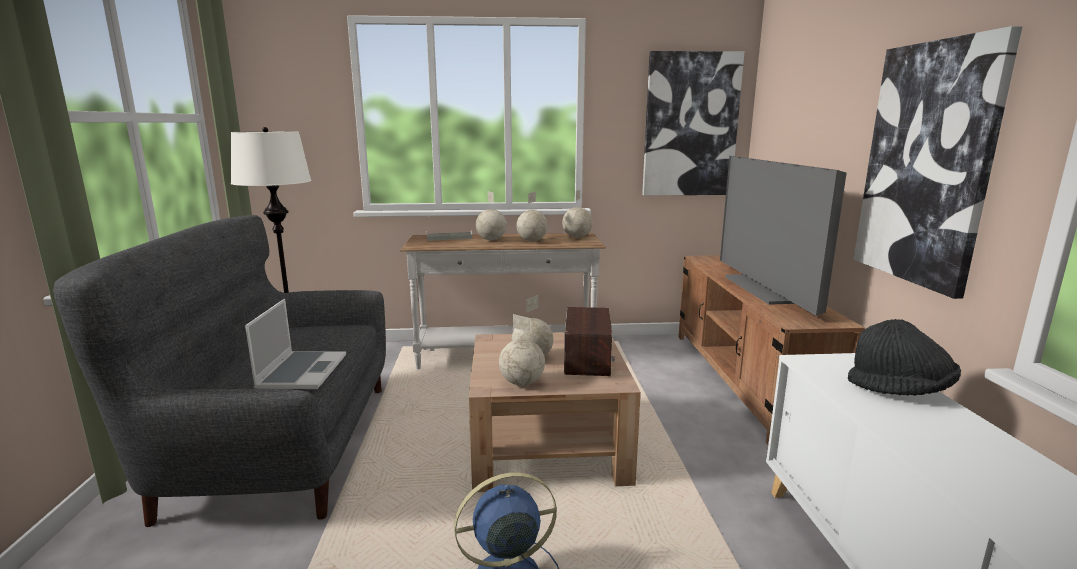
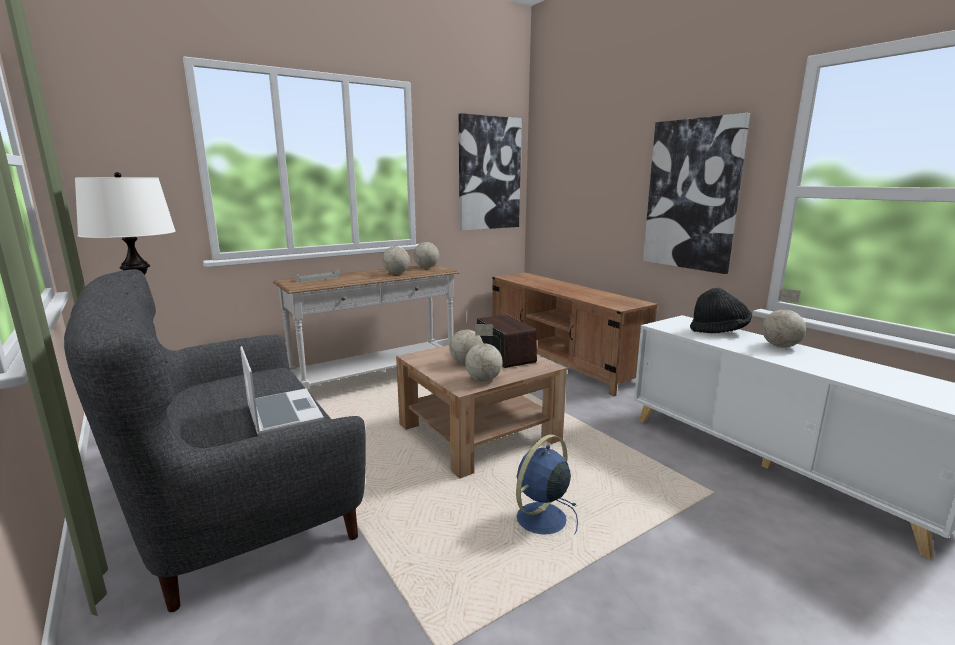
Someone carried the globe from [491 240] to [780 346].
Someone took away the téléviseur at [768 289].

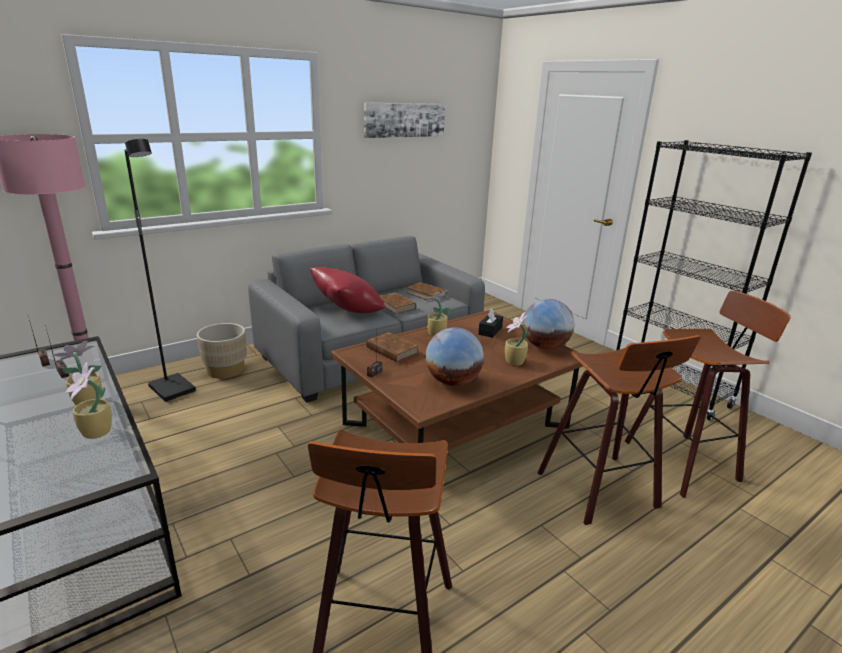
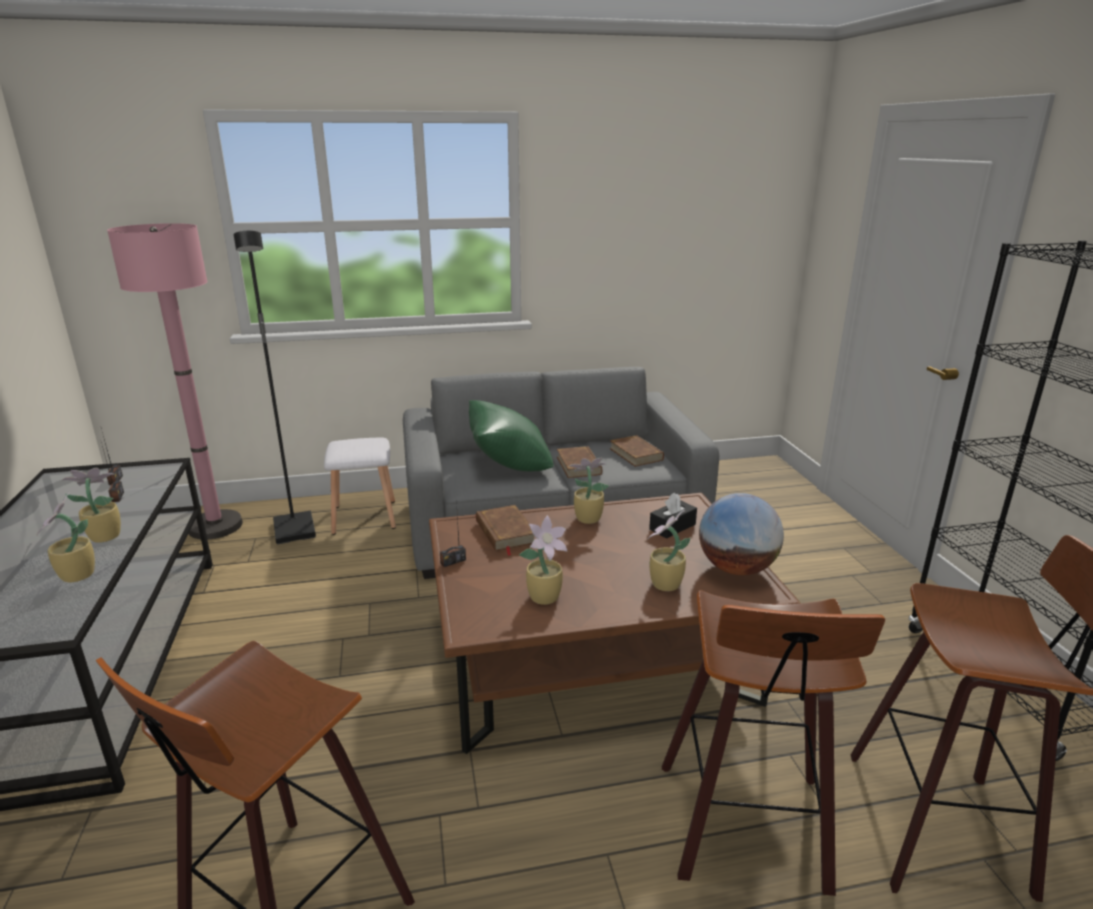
Someone swapped the cache-pot (beige) at [226 370] for the tabouret (blanc) at [366 516].
Someone repainted the coussin (rouge) at [347 312], which became the coussin (vert) at [509 465].
Someone took away the tableau at [404 120].
Someone swapped the globe at [452 381] for the plante en pot at [546 597].

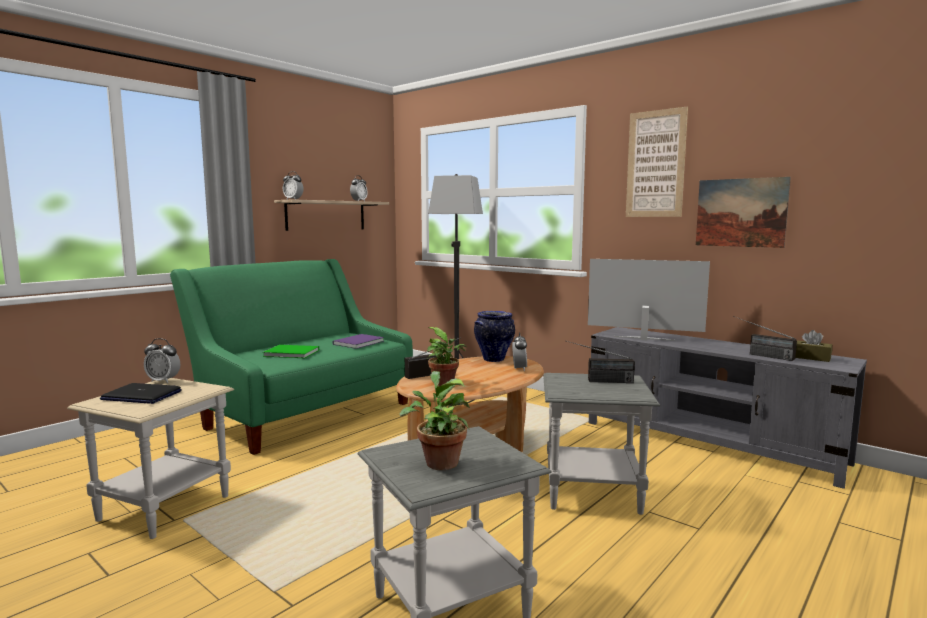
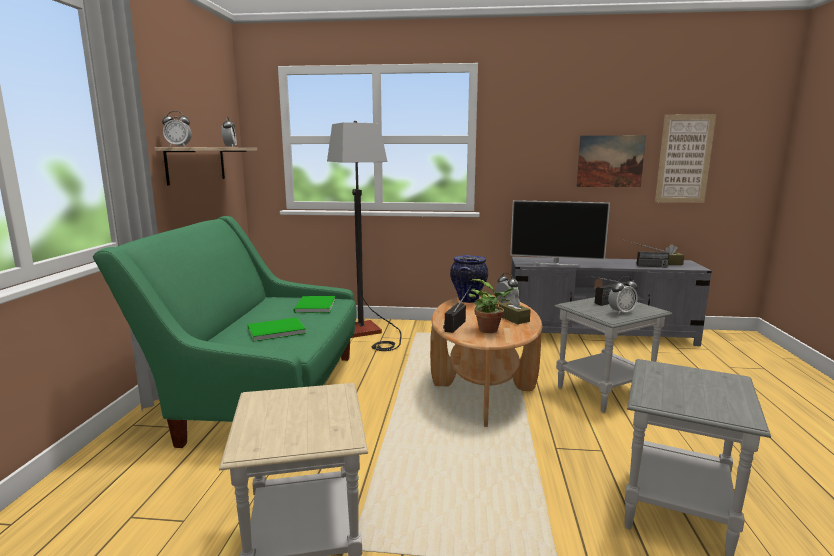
Someone took away the ordinateur portable at [141 395].
Someone carried the réveil from [163 381] to [621 312].
Someone repainted the livre (violet) at [356 343], which became the livre (vert) at [314 306].
Someone took away the plante en pot at [439 462].
Someone rotated the téléviseur at [644 339] by 150 degrees counterclockwise.
Someone carried the tableau from [655 164] to [684 159].
Someone put down the boîte à mouchoirs (marron) at [513 319].

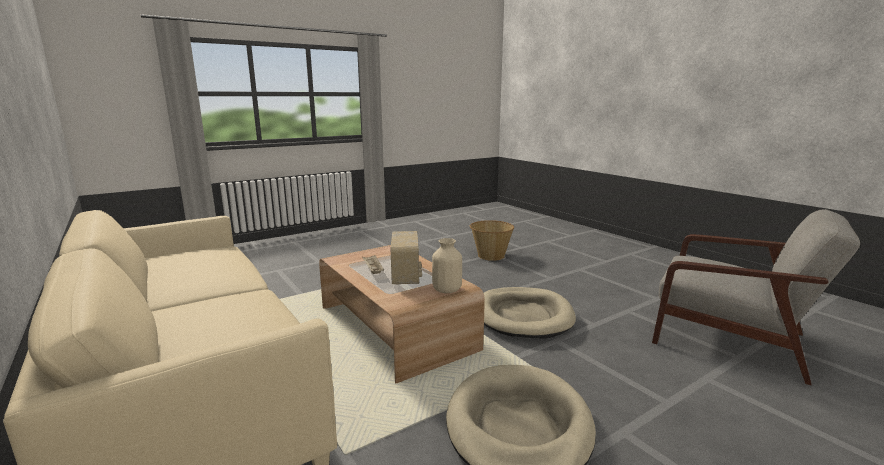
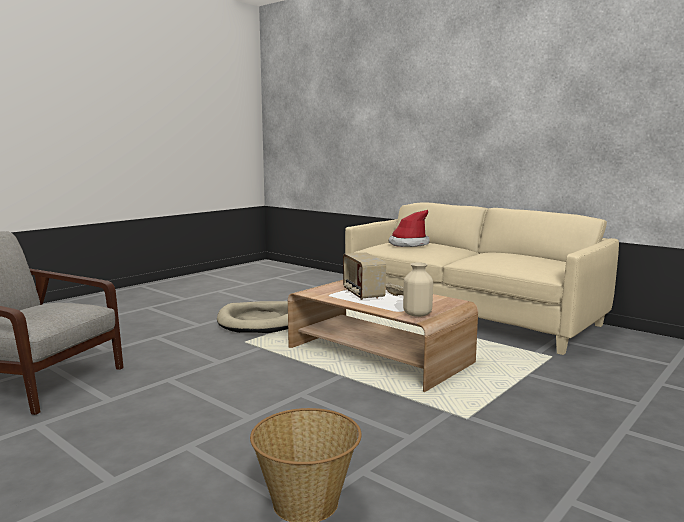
Someone carried the vase (beige) from [447 290] to [417 314].
Someone took away the panier pour chien (beige) at [523 316].
Someone put down the chapeau at [408 244].

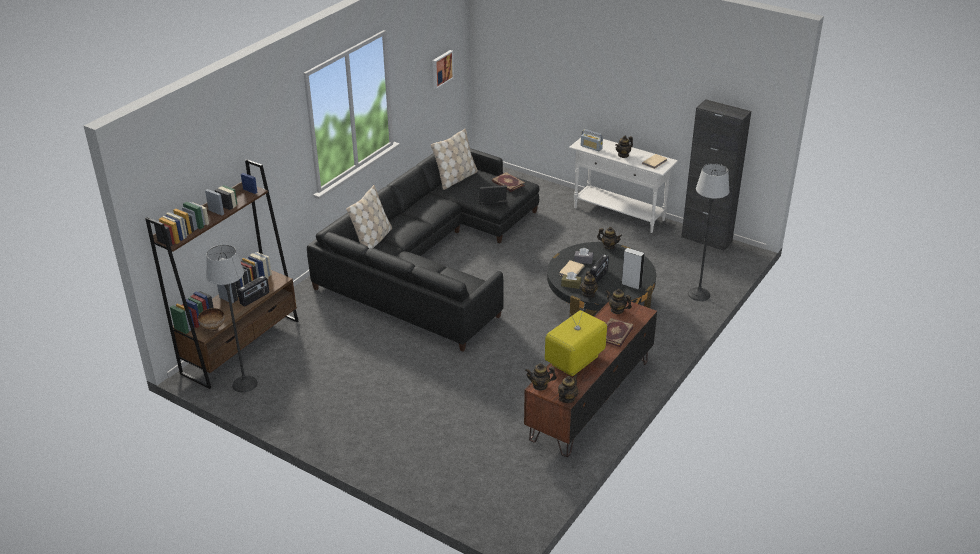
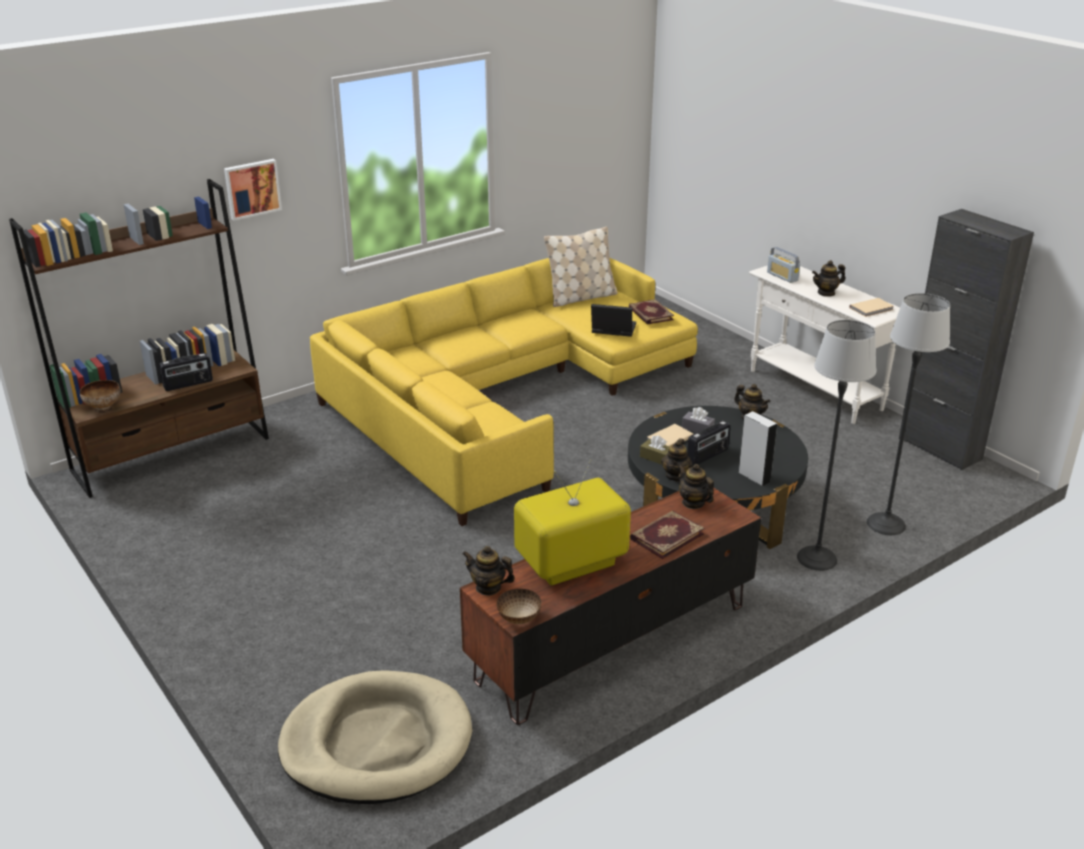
Someone carried the lampadaire from [244 384] to [816 558].
Someone repainted the canapé (noir) at [431 257], which became the canapé (jaune) at [503 395].
Someone took away the coussin (beige) at [372 240].
Someone carried the tableau from [441 68] to [252 188].
Someone swapped the théière at [567 398] for the bol at [518 618].
Someone put down the panier pour chien (beige) at [377 743].

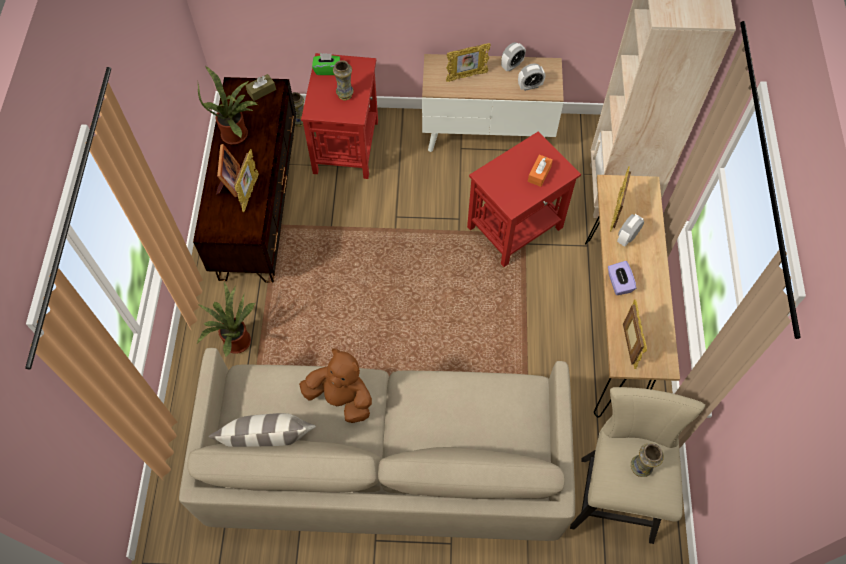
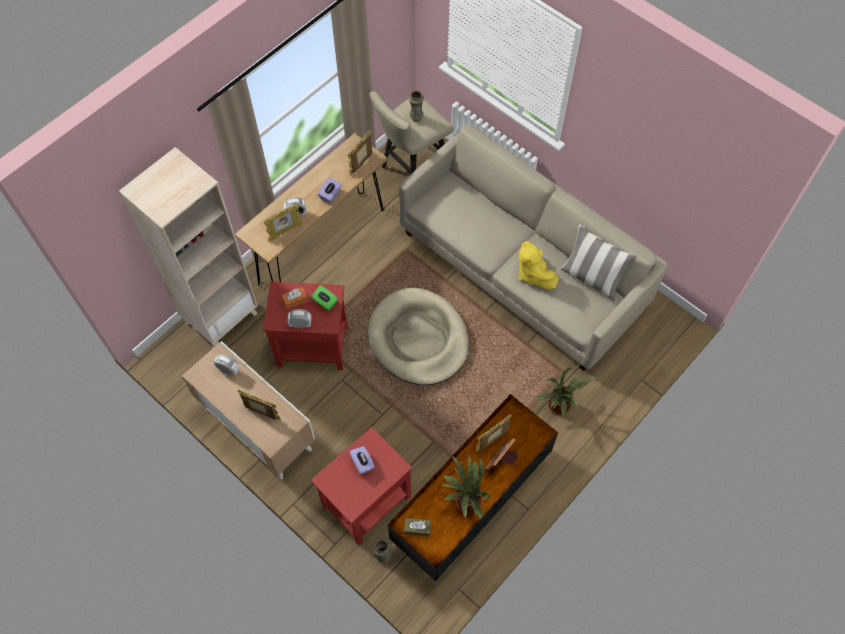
Someone repainted the peluche (marron) at [341 398], which became the peluche (jaune) at [533 274].
Someone carried the boîte à mouchoirs (vert) from [327 70] to [325 302].
Someone swapped the vase at [345 94] for the boîte à mouchoirs (violet) at [362 463].
Someone carried the réveil from [512 65] to [300 324].
Someone put down the panier pour chien (beige) at [418 339].

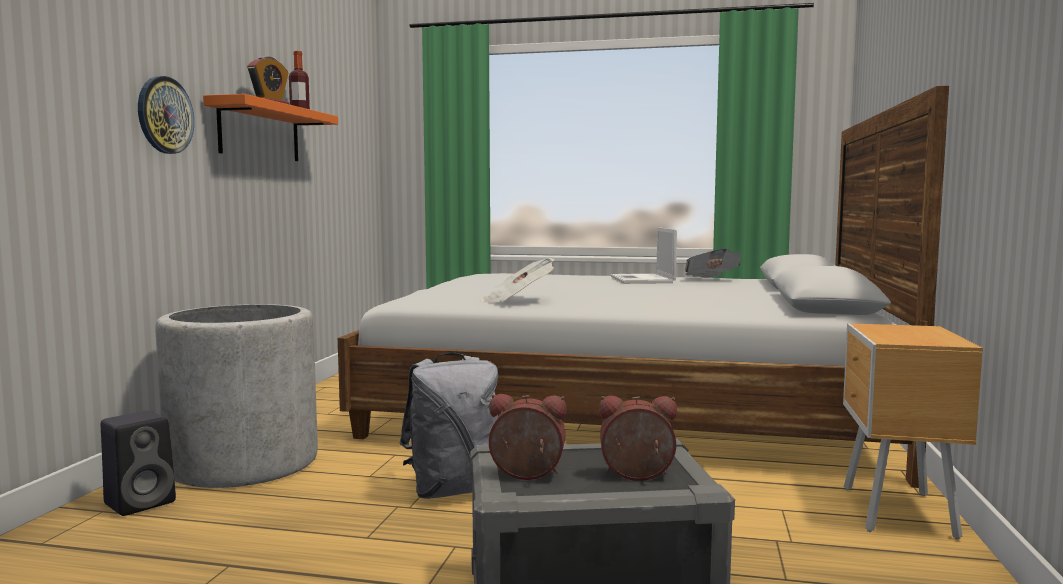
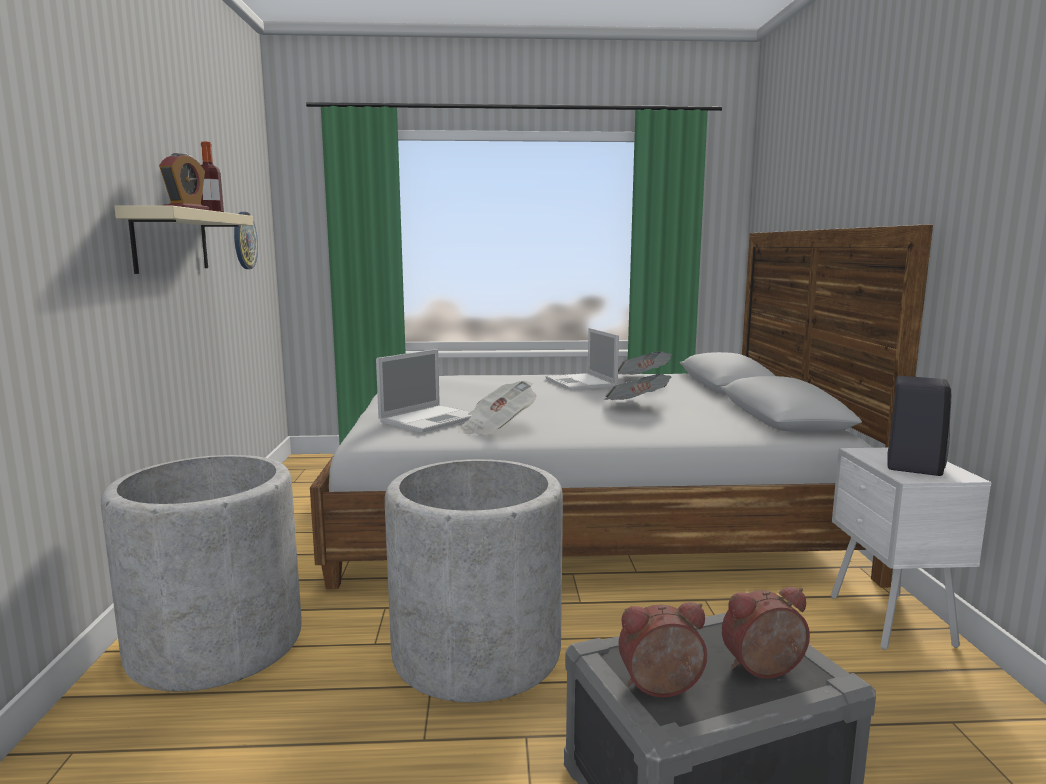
Someone carried the enceinte (noir) from [142 502] to [913 466].
Someone carried the horloge murale from [164 115] to [244 240].
Someone repainted the étagère (orange) at [260 132], which became the étagère (beige) at [171 241].
Someone swapped the sac à dos (gris) at [453 490] for the cache-pot (gris) at [477 652].
Someone repainted the table de chevet (marron) at [896 513], which became the table de chevet (blanc) at [890 622].
Someone put down the ordinateur portable at [431 419].
Someone put down the journal at [636 406].

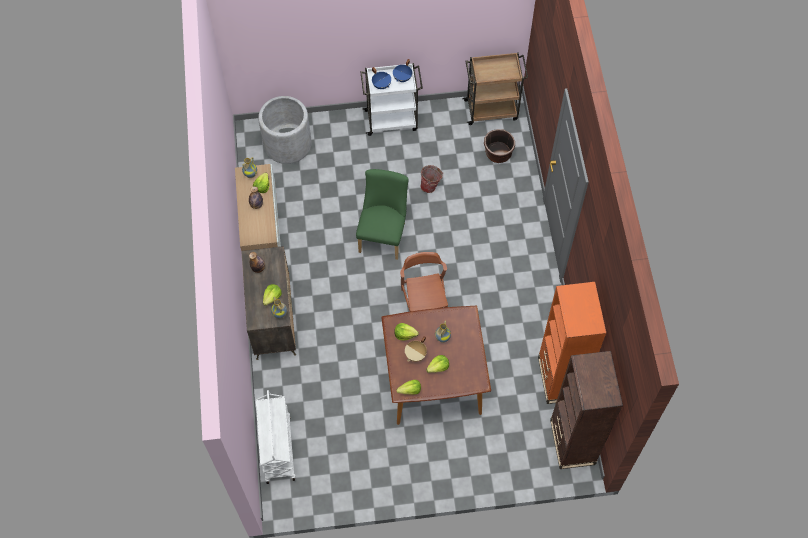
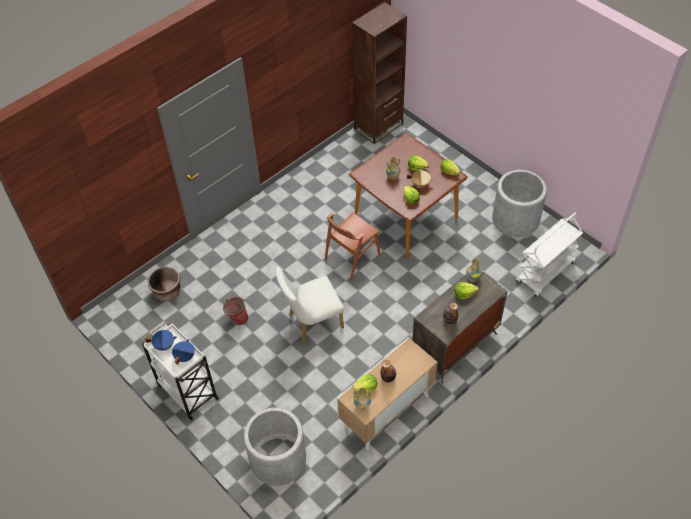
Someone repainted the chaise (vert) at [383 234], which became the chaise (blanc) at [311 322].
Someone took away the chariot (marron) at [492 110].
Someone took away the bibliothèque (orange) at [559 378].
Someone put down the cache-pot (gris) at [515 220].

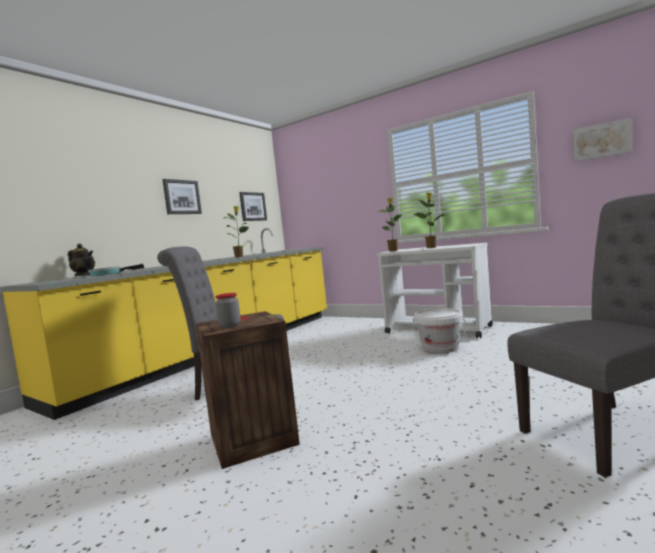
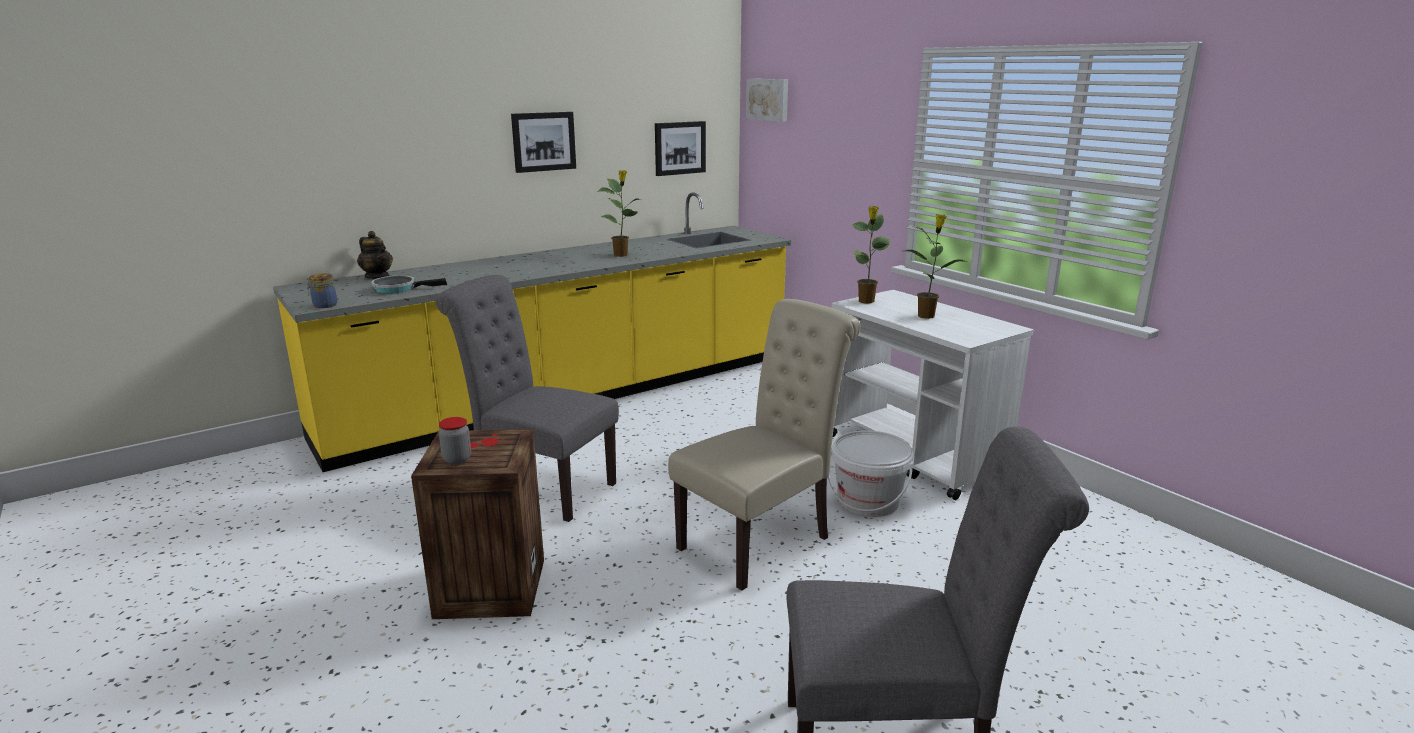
Someone carried the tableau from [601 141] to [768 99].
Someone put down the bocal at [324 305].
Someone put down the chaise (beige) at [762 540].

